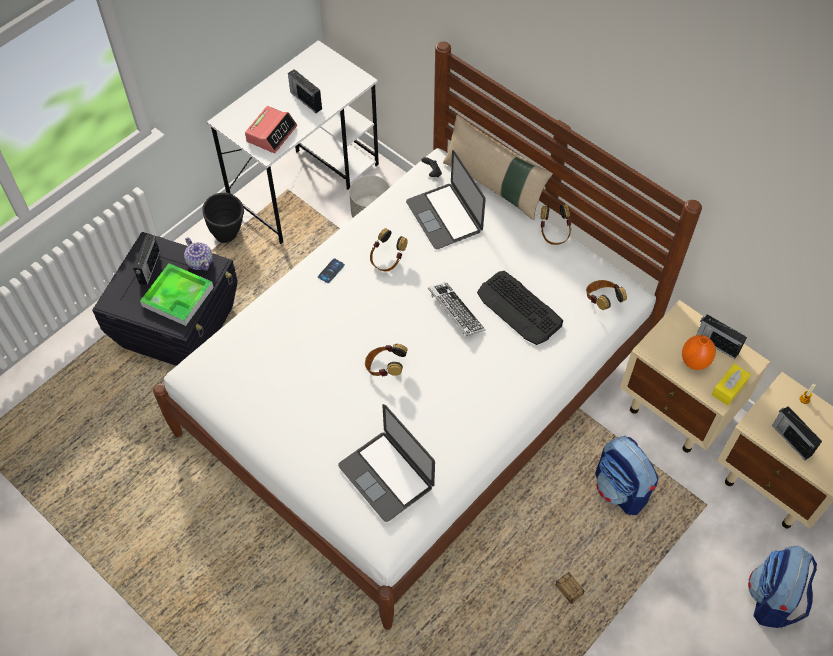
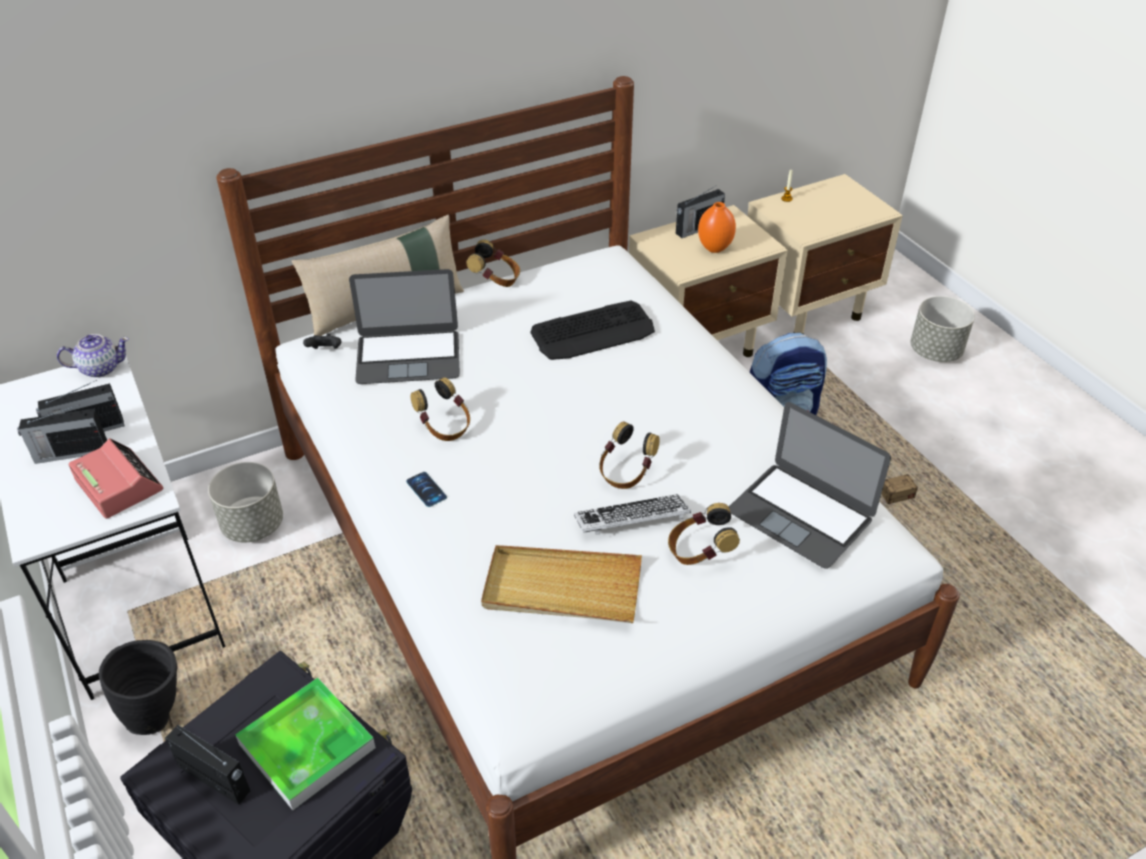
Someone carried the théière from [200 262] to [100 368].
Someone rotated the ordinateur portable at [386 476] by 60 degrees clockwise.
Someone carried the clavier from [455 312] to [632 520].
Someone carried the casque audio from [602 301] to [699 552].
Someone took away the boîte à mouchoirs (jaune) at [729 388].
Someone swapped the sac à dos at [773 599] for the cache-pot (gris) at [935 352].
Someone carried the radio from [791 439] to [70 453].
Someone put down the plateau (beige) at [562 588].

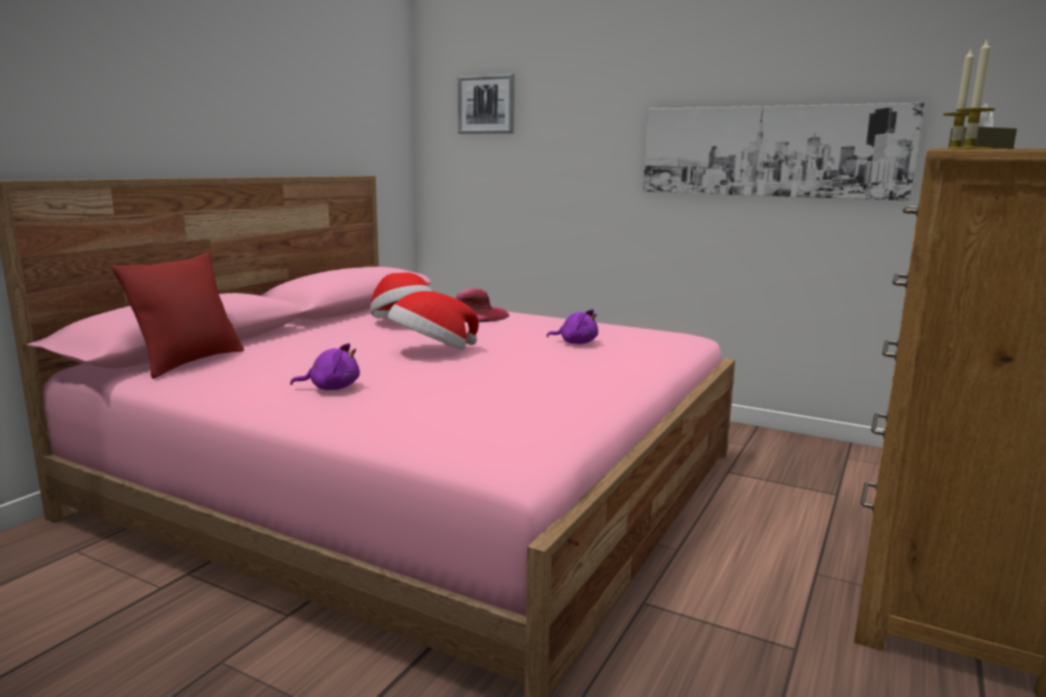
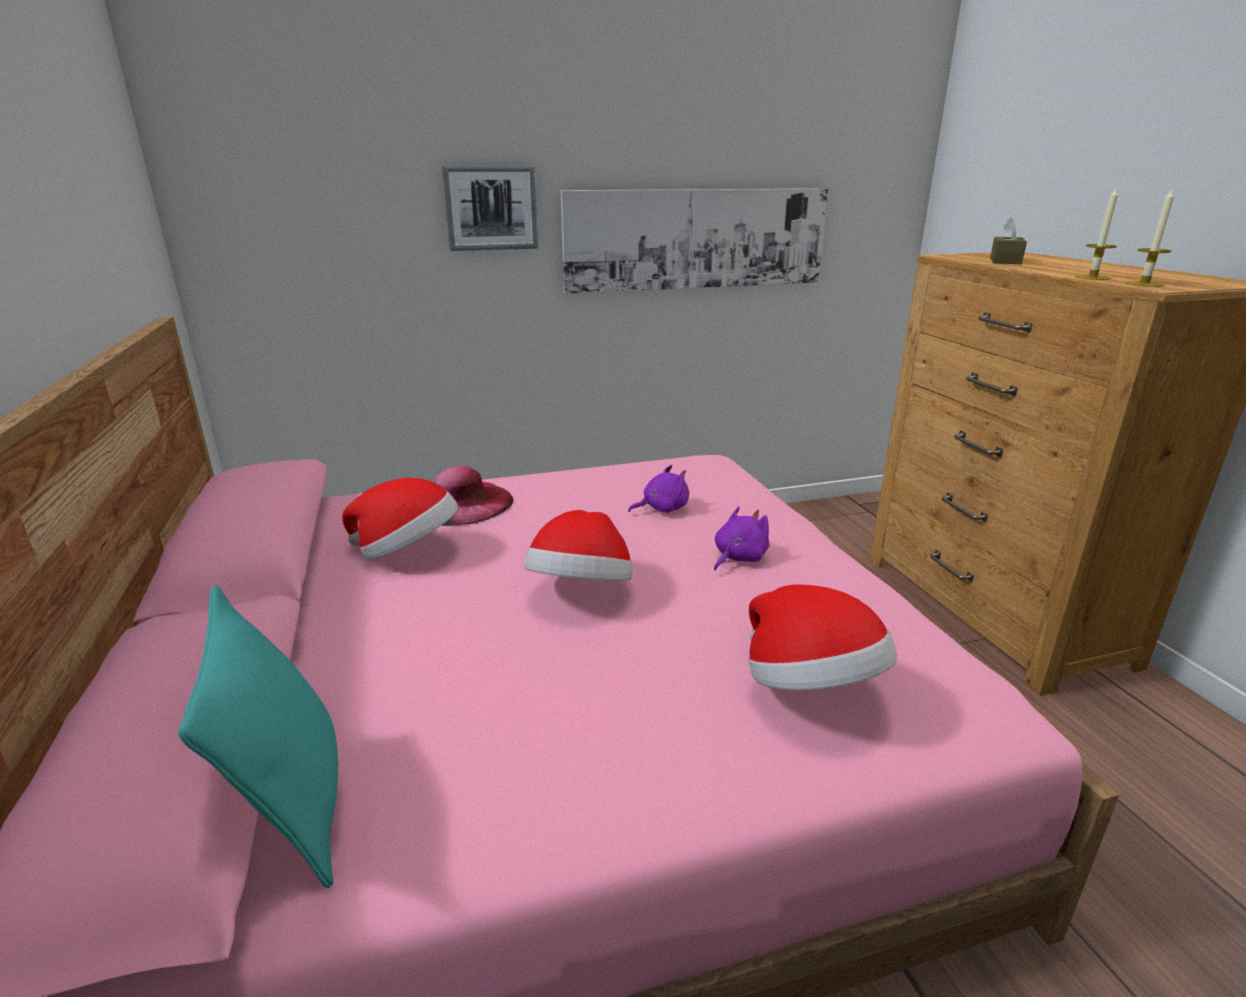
Someone repainted the coussin (rouge) at [189 362], which became the coussin (turquoise) at [294 805].
Someone carried the peluche (violet) from [331 388] to [738 558].
Someone carried the tableau from [486 104] to [491 208].
Someone put down the chapeau at [811 685].

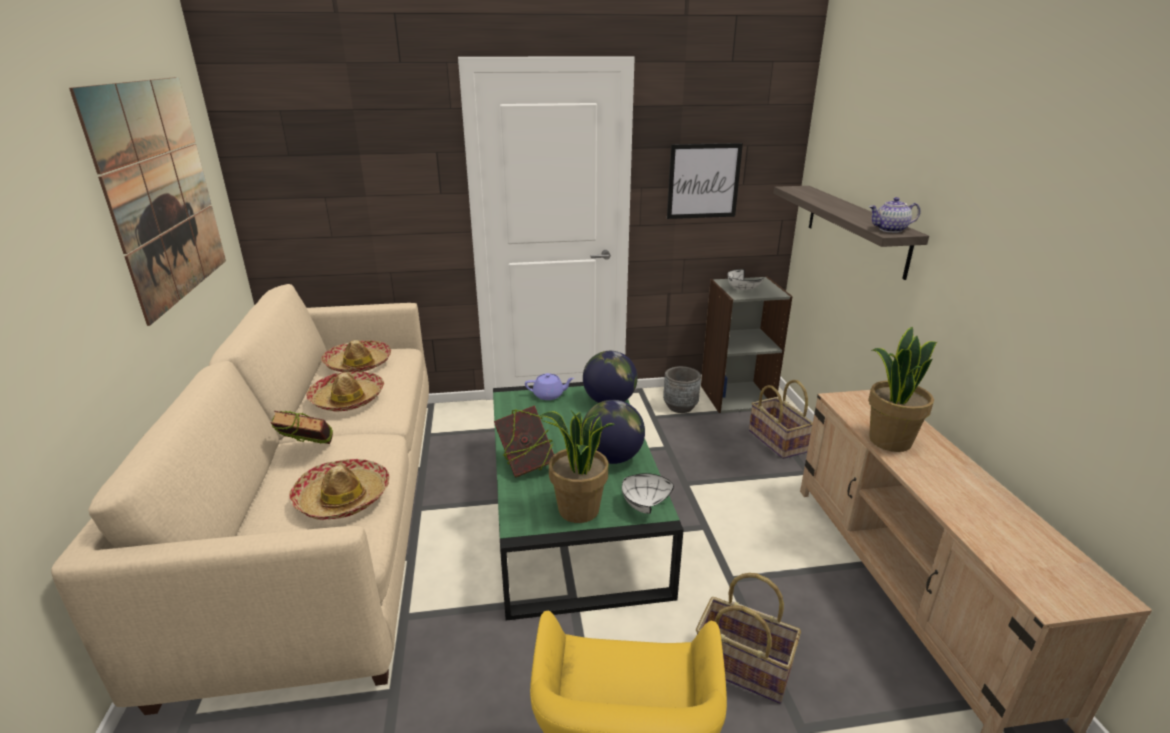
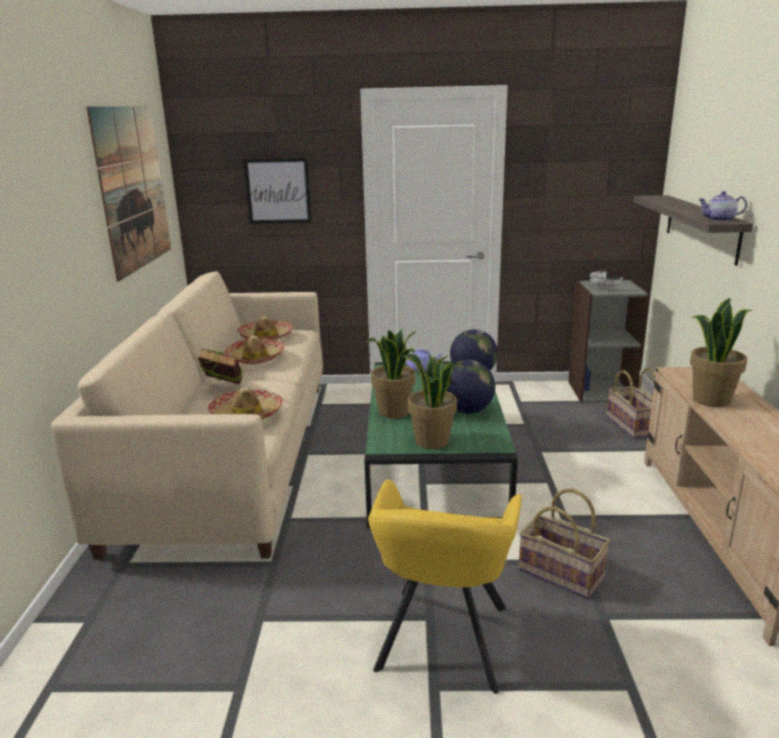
Someone swapped the livre at [526 465] for the plante en pot at [394 412].
Someone took away the bol (blanc) at [642 505].
Someone took away the cache-pot (gris) at [680 407].
Someone carried the tableau from [703 181] to [278 191].

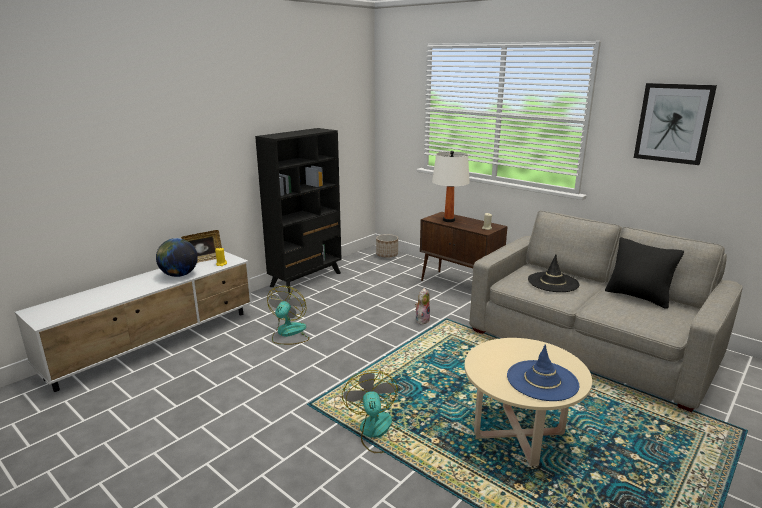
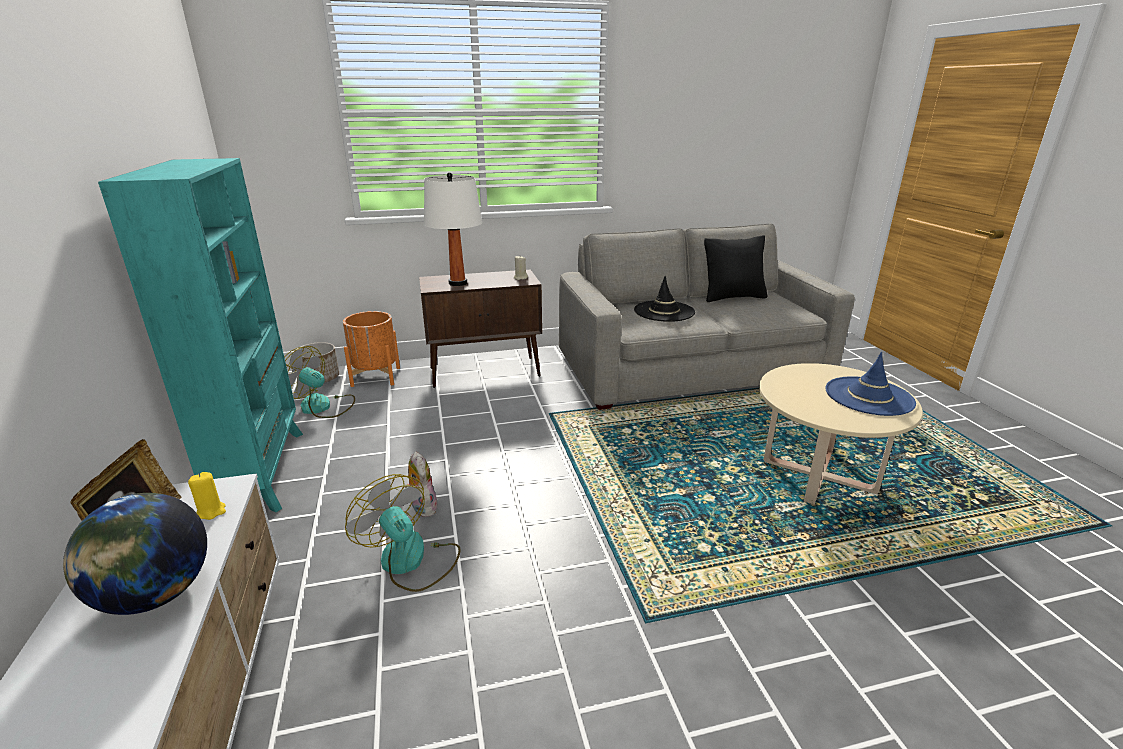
Someone repainted the bibliothèque (noir) at [306 279], which became the bibliothèque (turquoise) at [262 471].
Someone carried the ventilateur from [378 432] to [322 407].
Someone carried the peluche from [422 320] to [422 507].
Someone took away the tableau at [673 123].
Someone put down the cache-pot (orange) at [376 377].

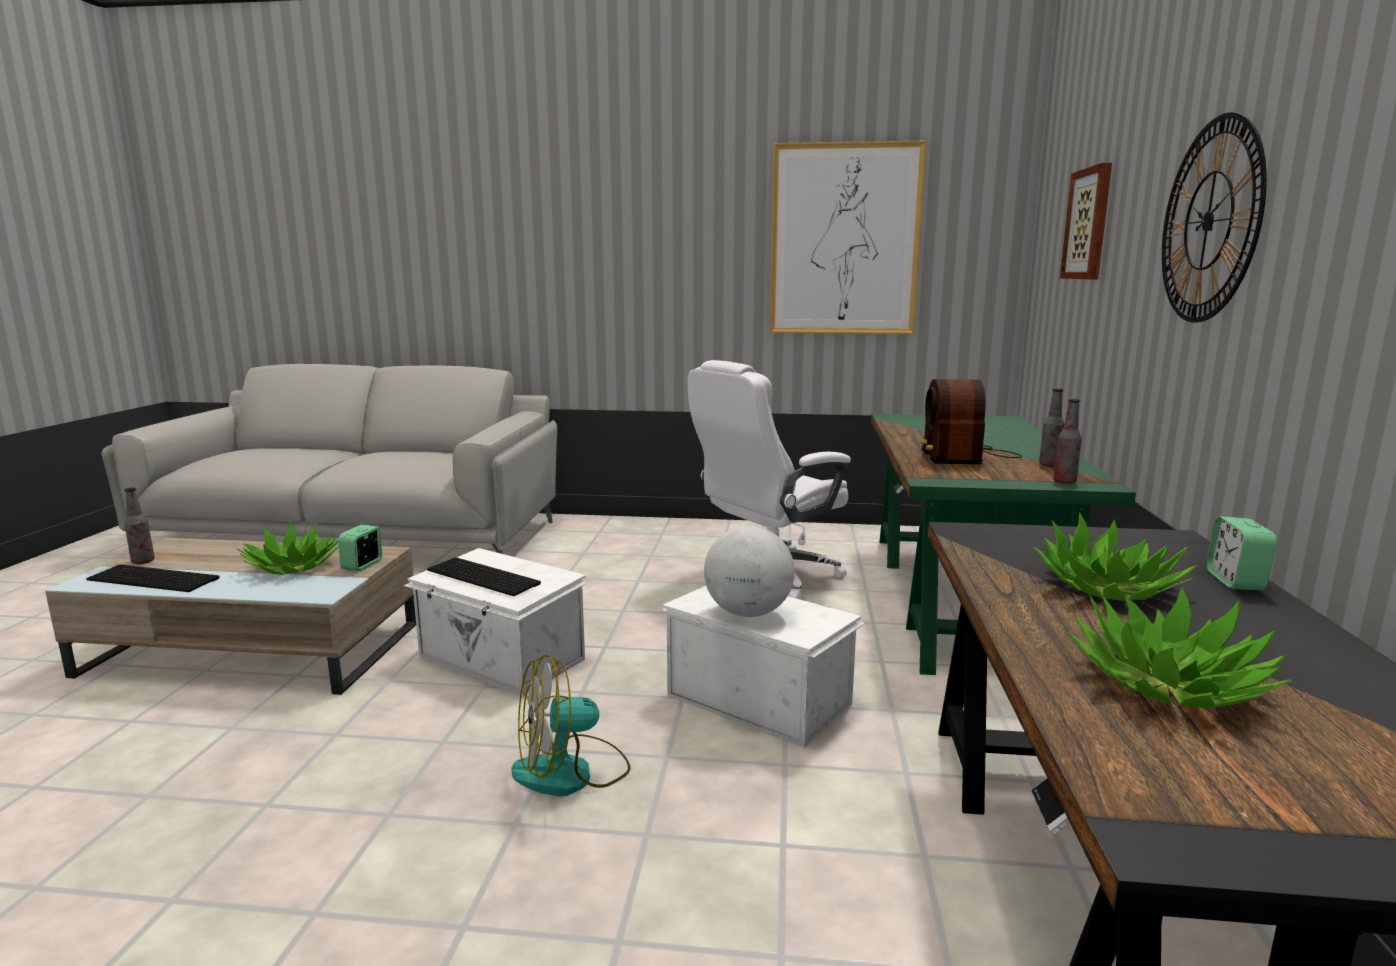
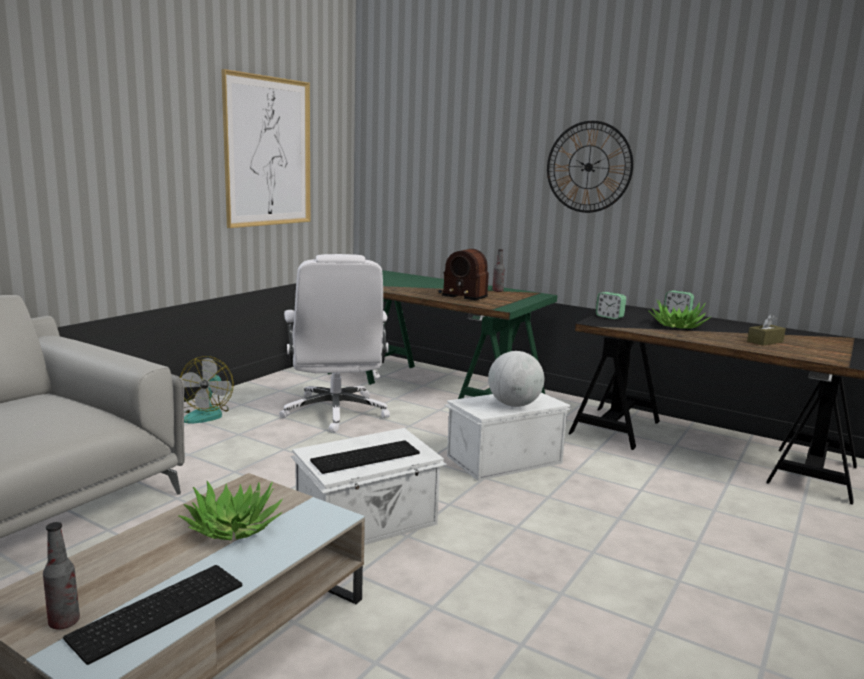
Someone carried the réveil from [362 565] to [609 317].
Someone carried the ventilateur from [571 772] to [207 414].
Someone took away the bouteille at [1064 482].
Someone took away the tableau at [1088 224].
Someone swapped the plante en pot at [1168 684] for the boîte à mouchoirs (marron) at [765 341].

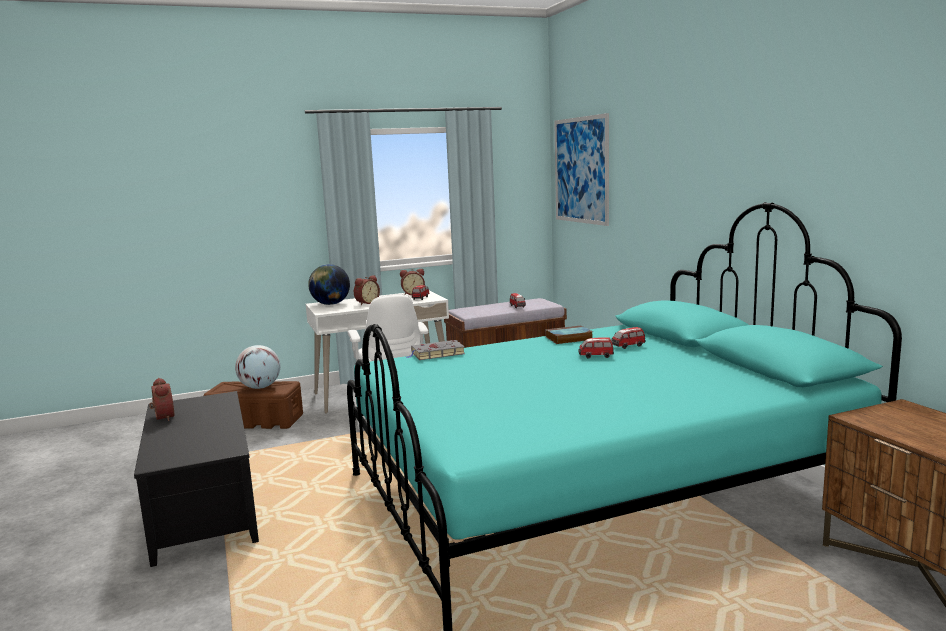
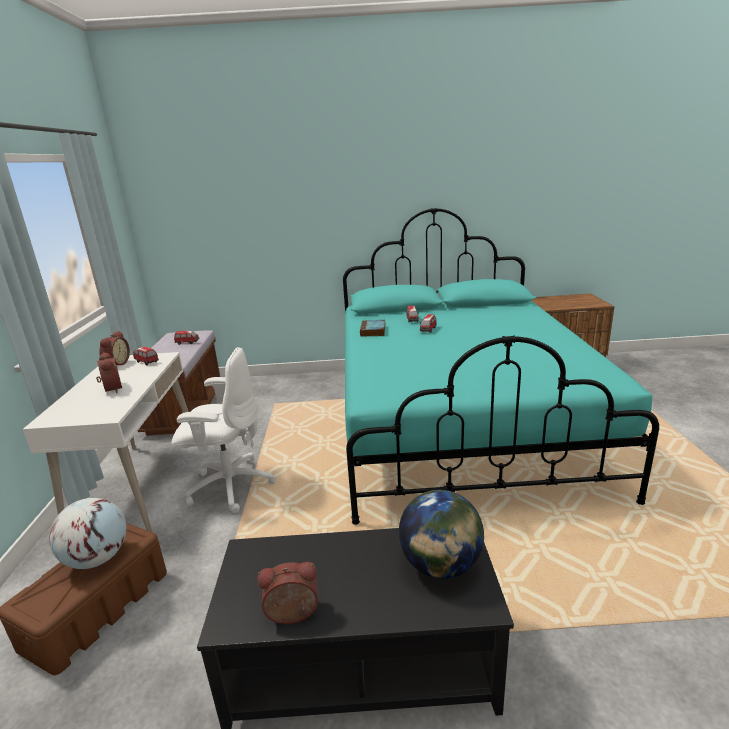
Someone carried the globe from [330 304] to [440 565].
Someone took away the livre (gris) at [436 354].
Someone took away the tableau at [581 170].

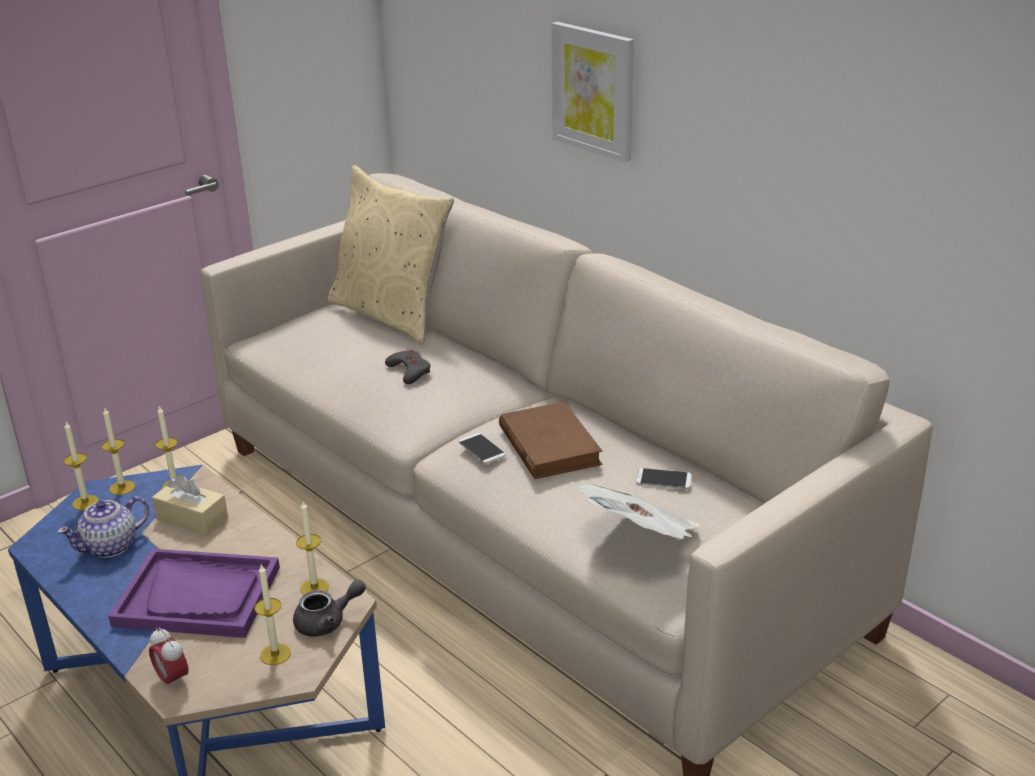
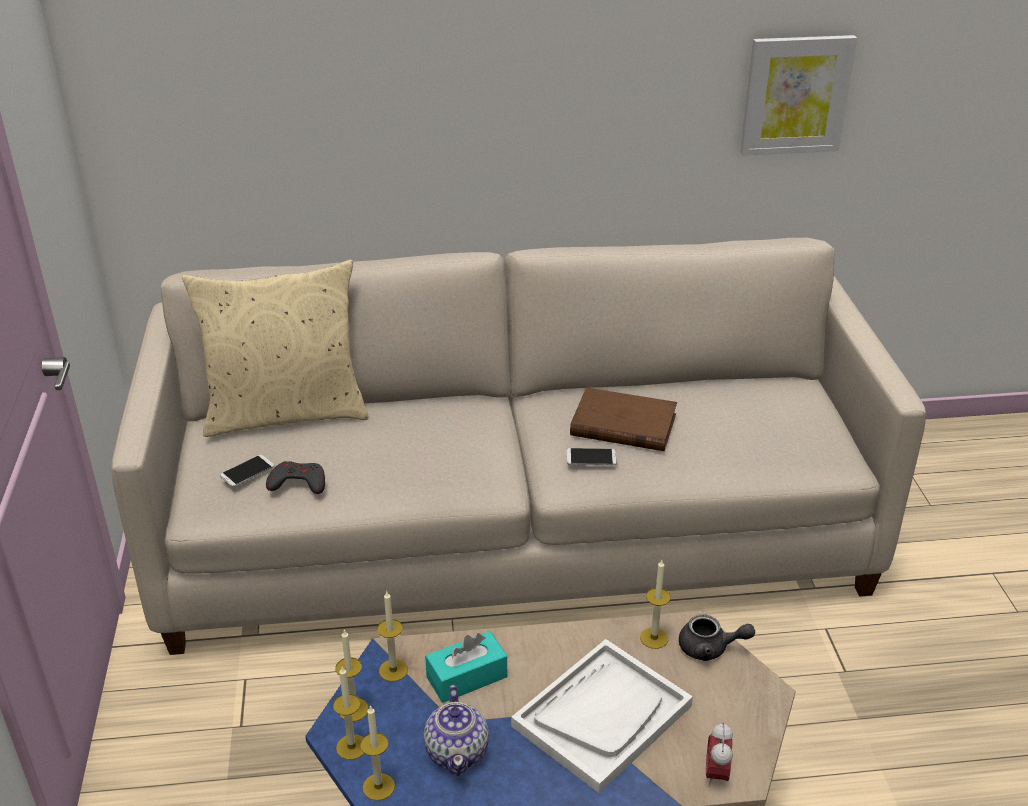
Someone repainted the plateau (violet) at [198 596], which became the plateau (blanc) at [602 715].
Someone rotated the réveil at [172 680] by 105 degrees clockwise.
Someone repainted the boîte à mouchoirs (beige) at [192 519], which became the boîte à mouchoirs (turquoise) at [467 677].
Someone carried the bougie from [275 654] to [378 786].
Someone rotated the théière (gris) at [327 622] by 90 degrees clockwise.
Someone carried the manette (gris) from [409 371] to [298 482].
Someone carried the tableau from [594 90] to [796 95].
Someone took away the journal at [641 537].
Someone carried the téléphone from [663 479] to [247 471].

